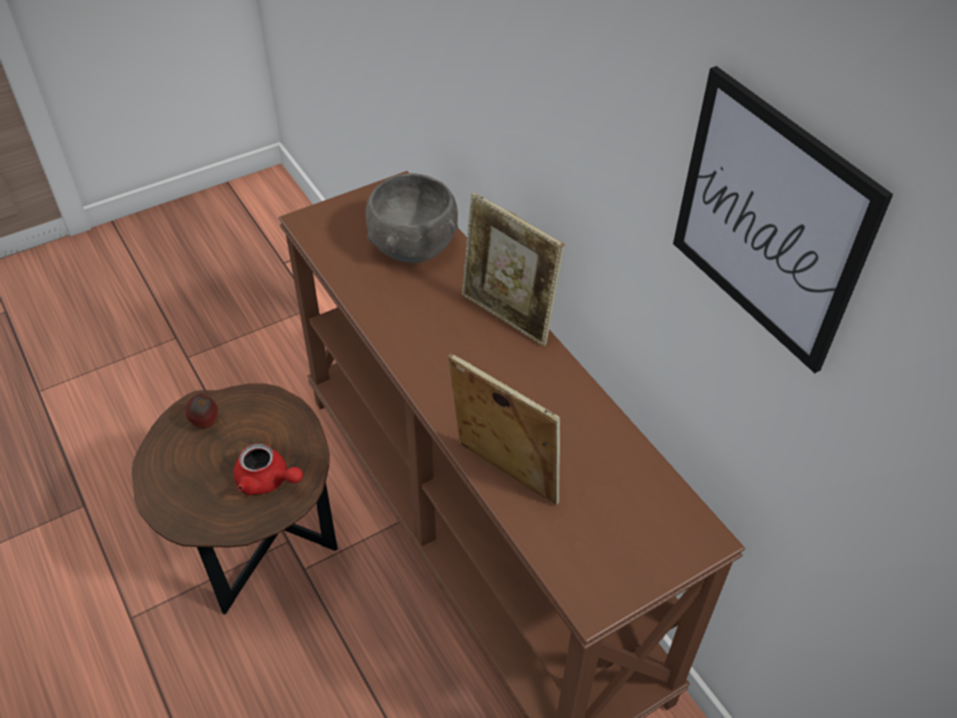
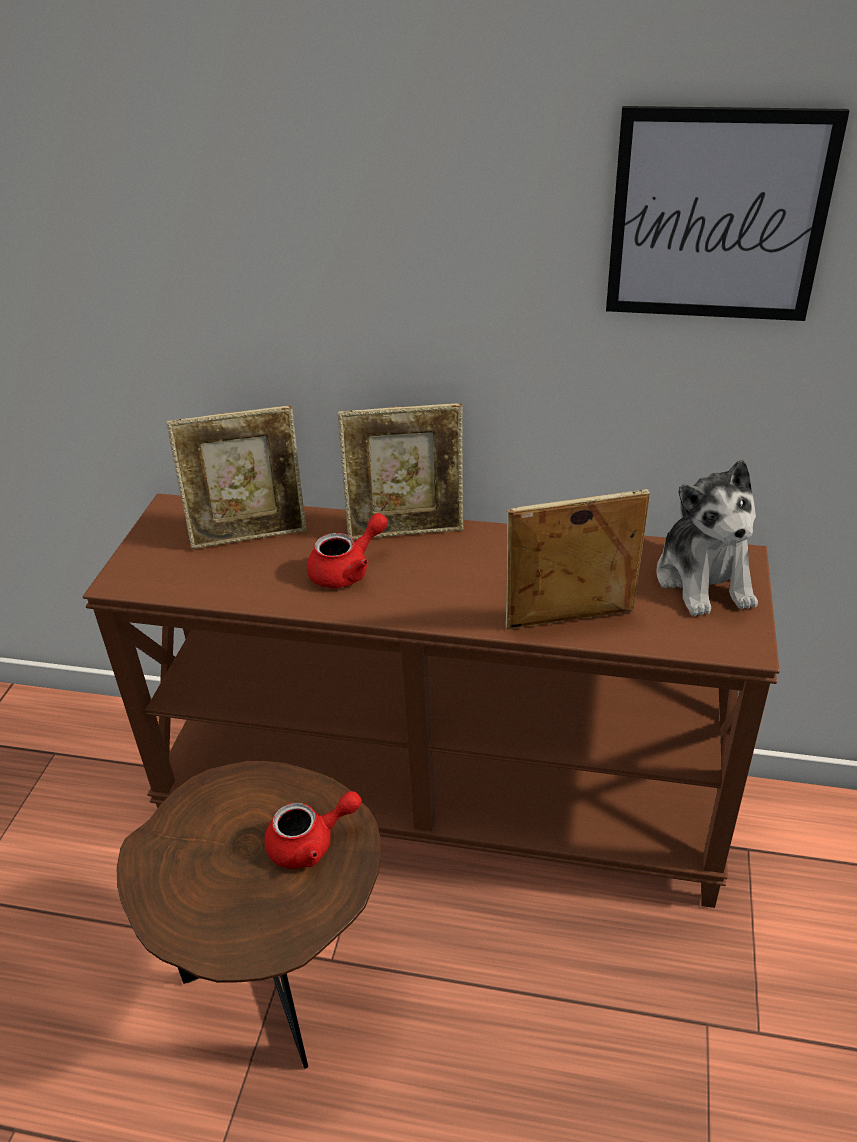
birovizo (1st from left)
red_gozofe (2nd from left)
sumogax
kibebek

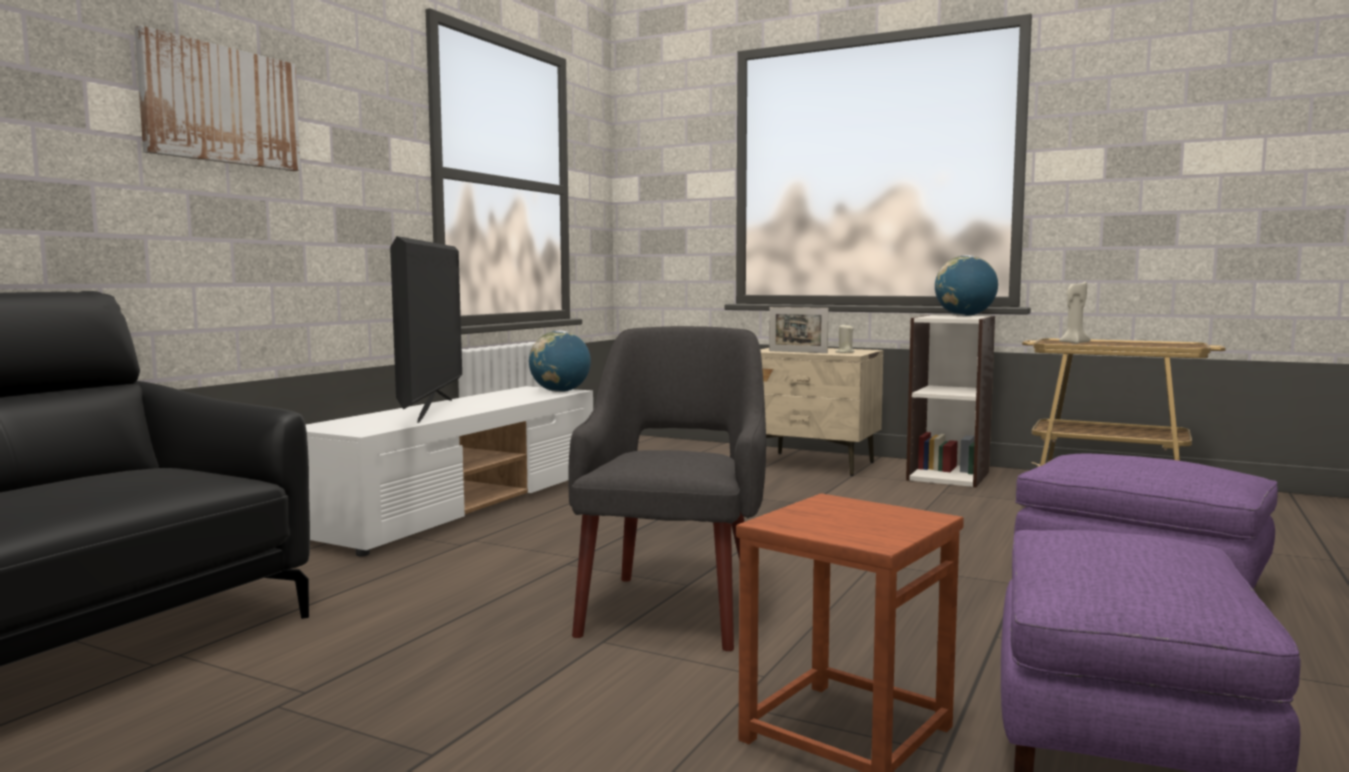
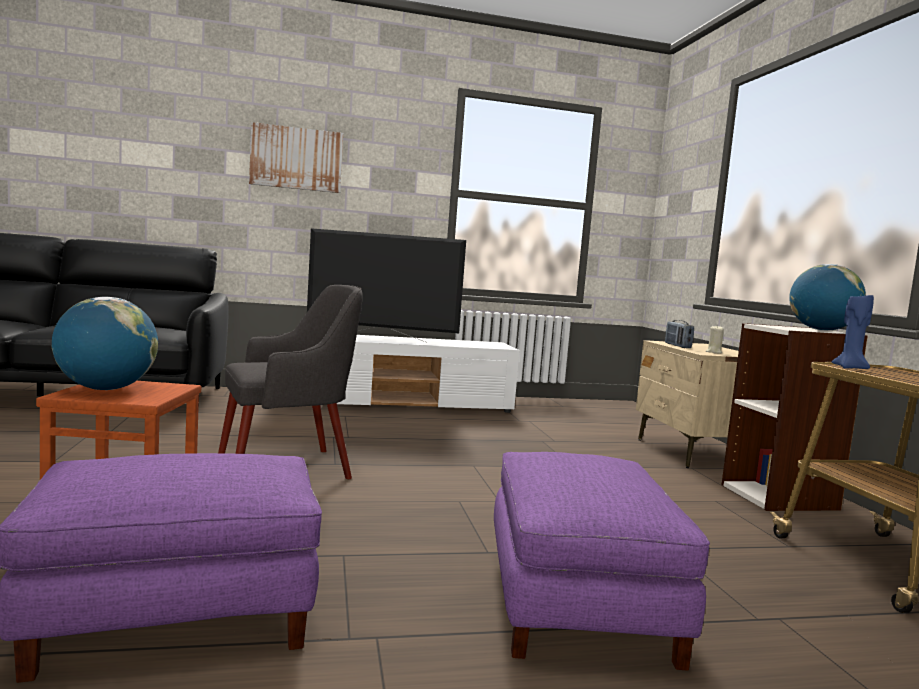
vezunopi (1st from left)
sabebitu
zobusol
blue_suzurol

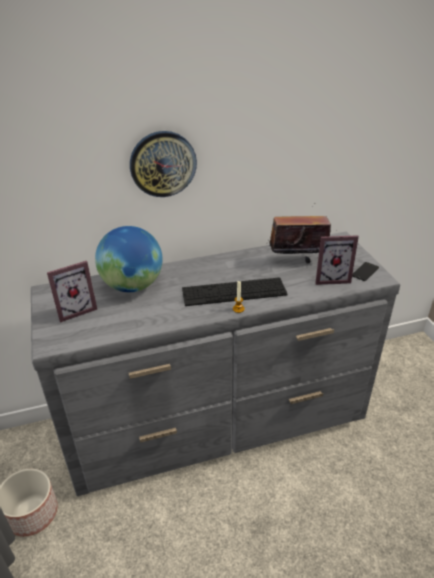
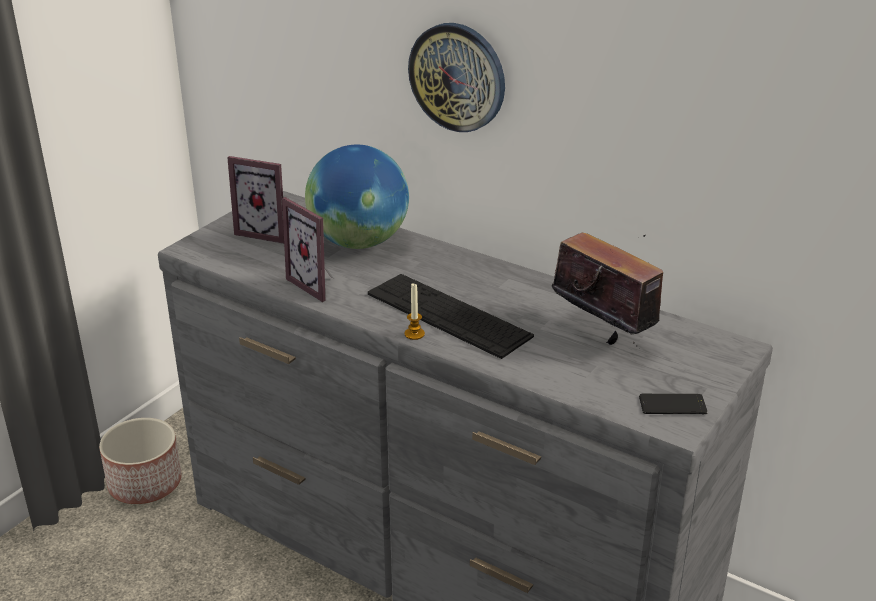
birovizo (2nd from left)

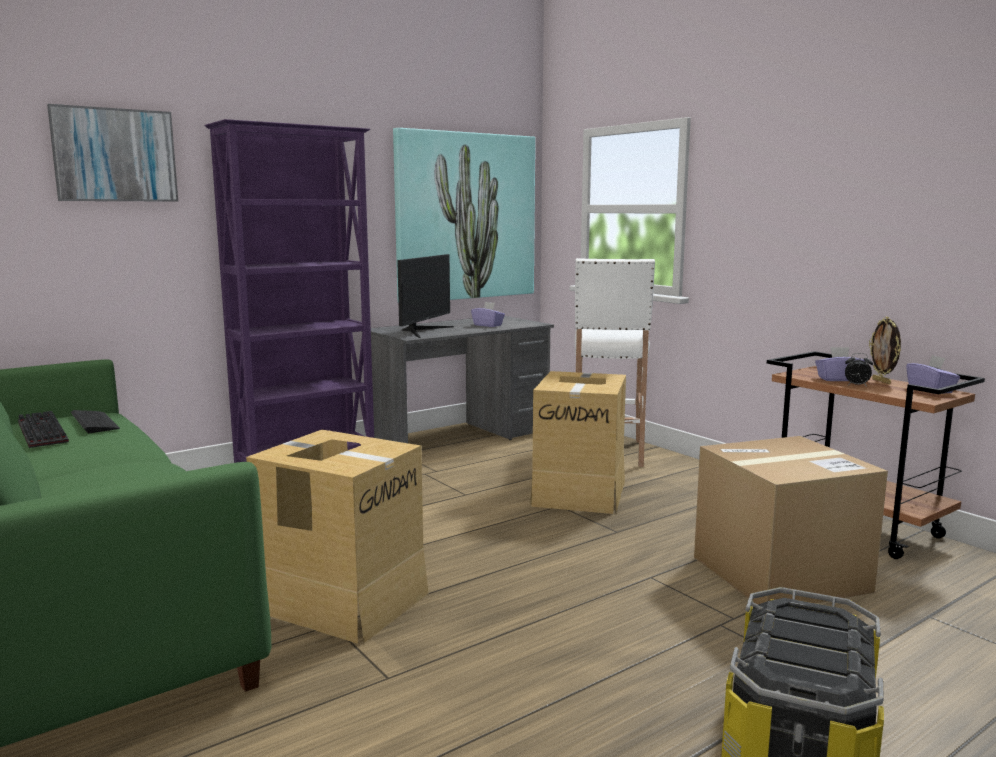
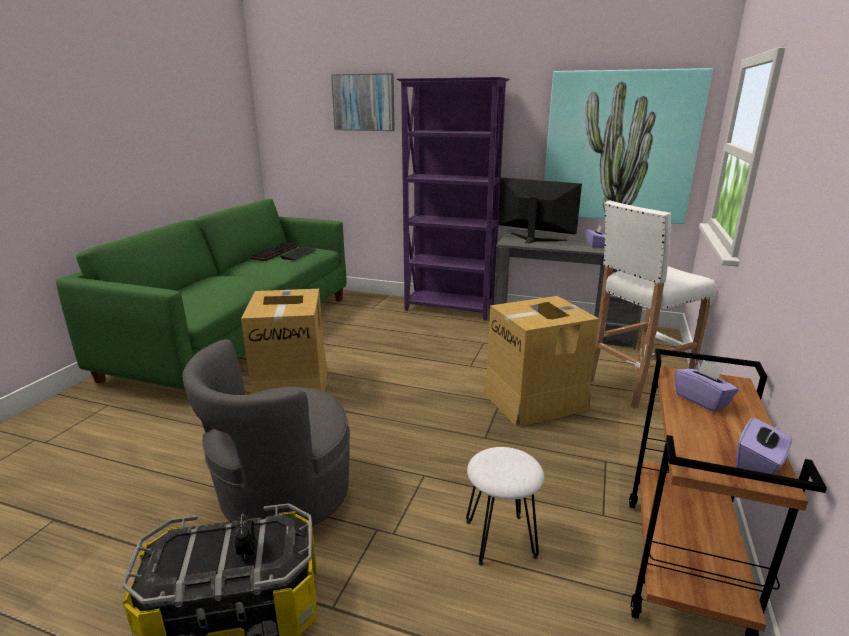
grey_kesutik
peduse
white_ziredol (1st from left)
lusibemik
birovizo

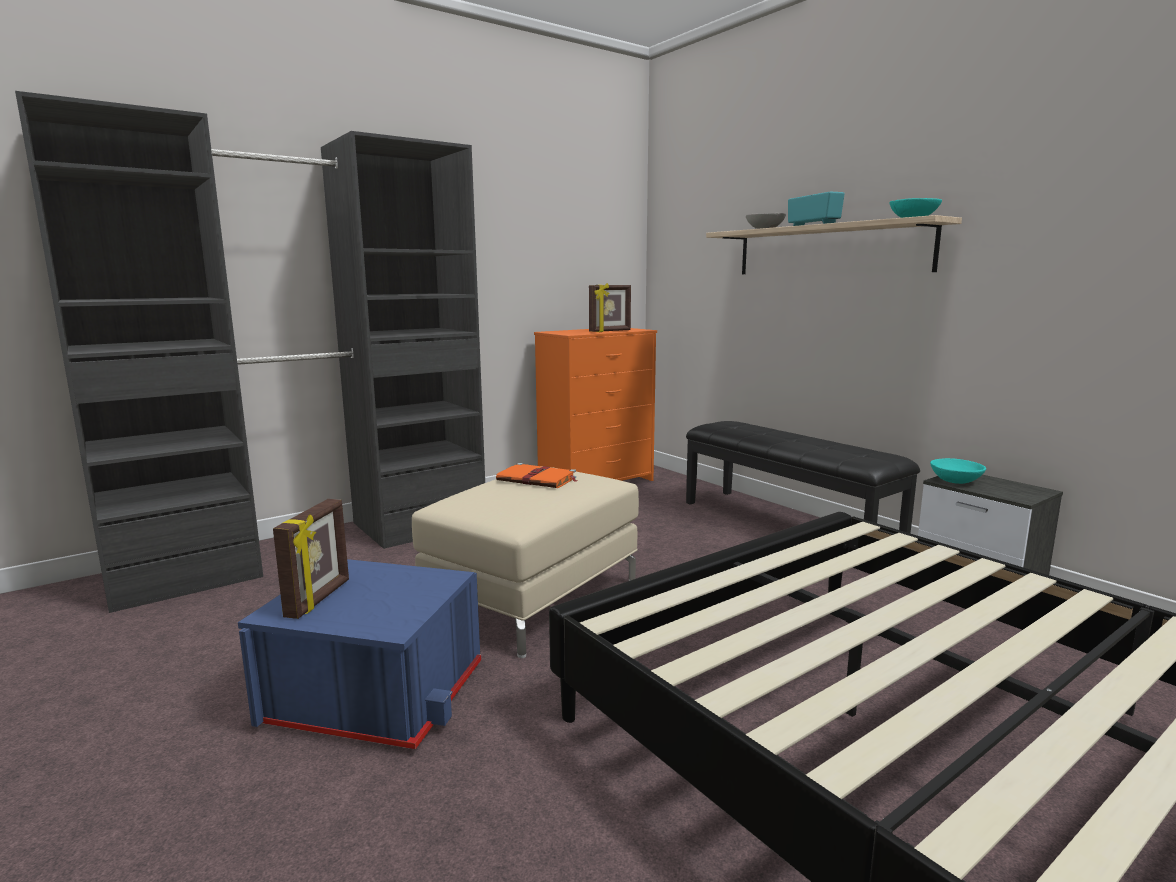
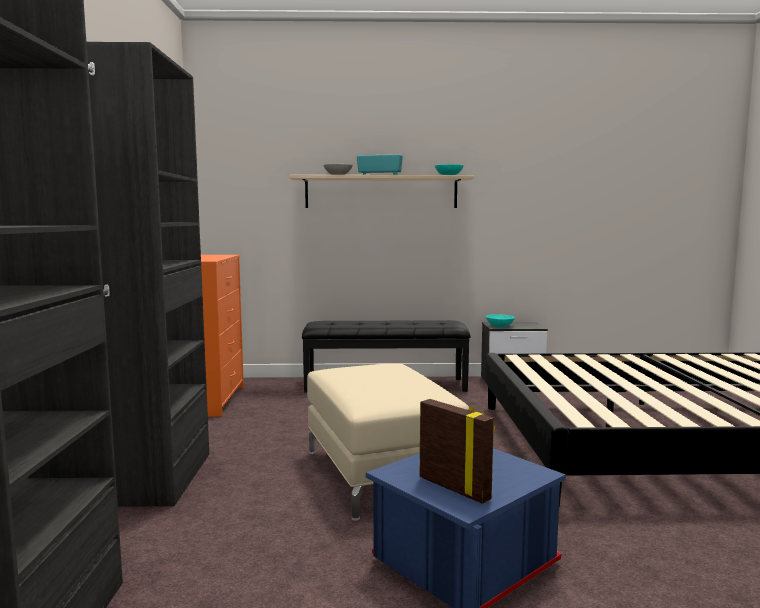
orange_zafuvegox
birovizo (2nd from left in the first image)

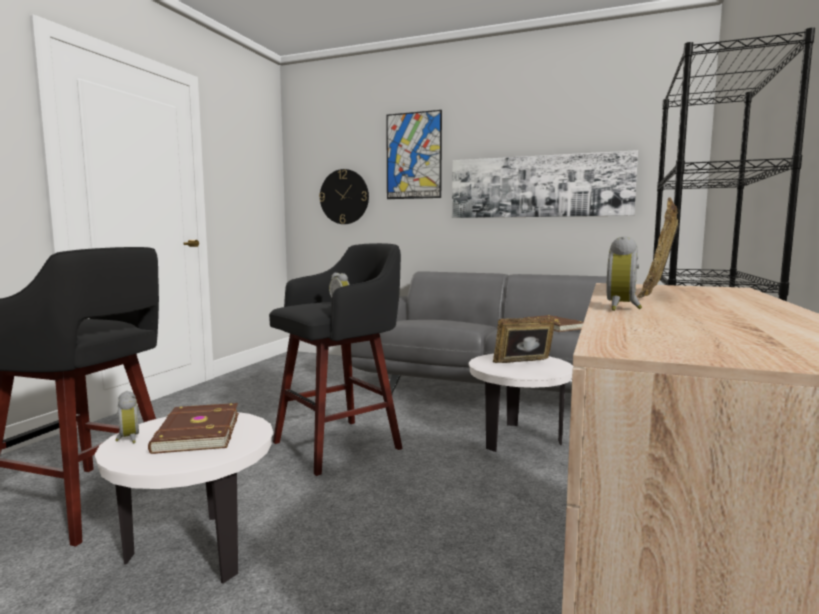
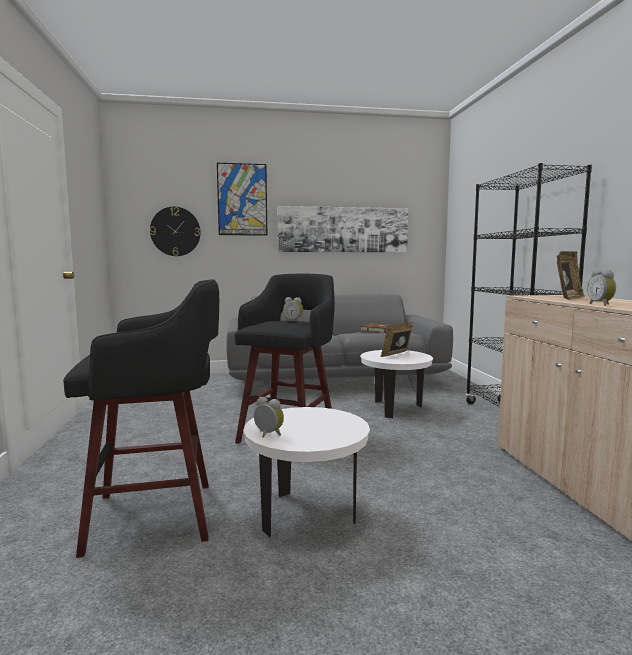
birovizo (2nd from left)
brown_zafuvegox (1st from left in the first image)

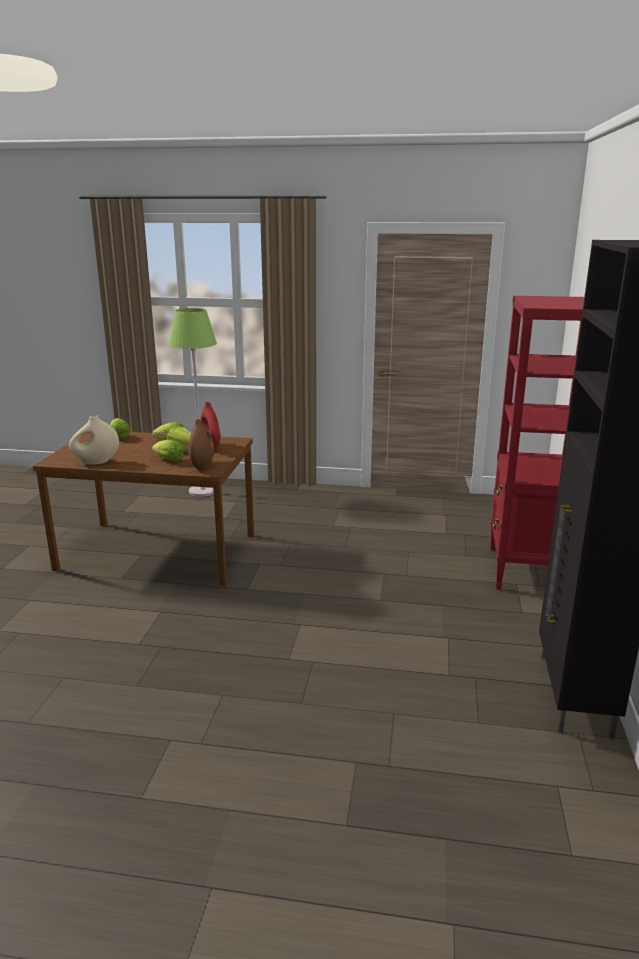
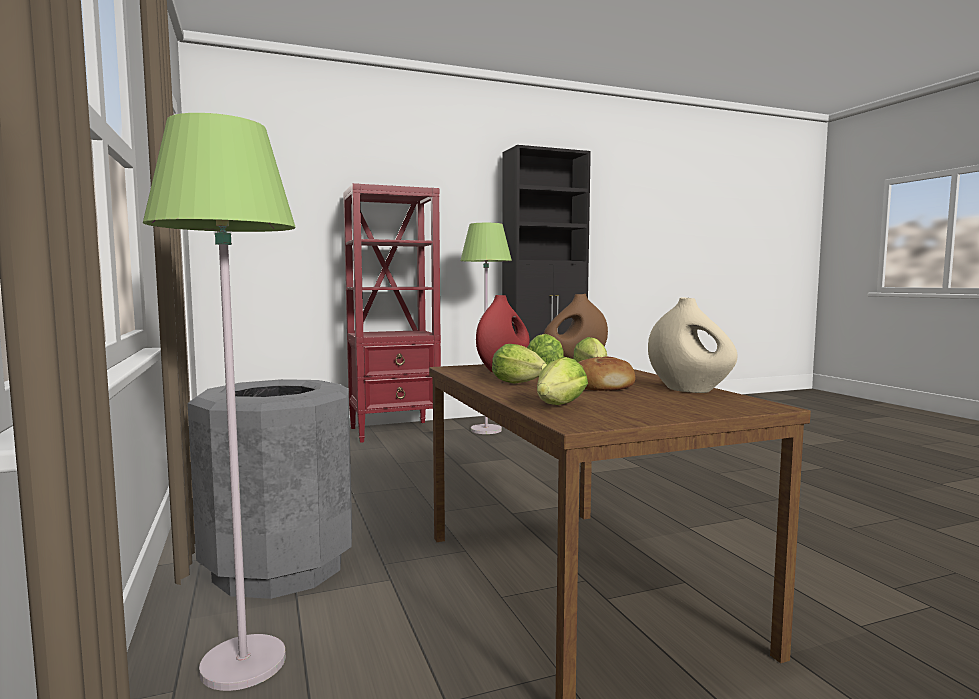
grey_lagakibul
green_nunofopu (2nd from left)
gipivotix

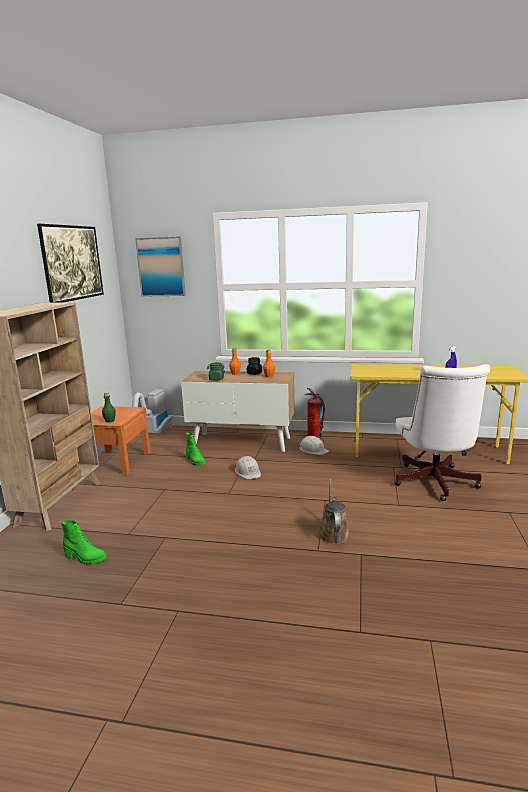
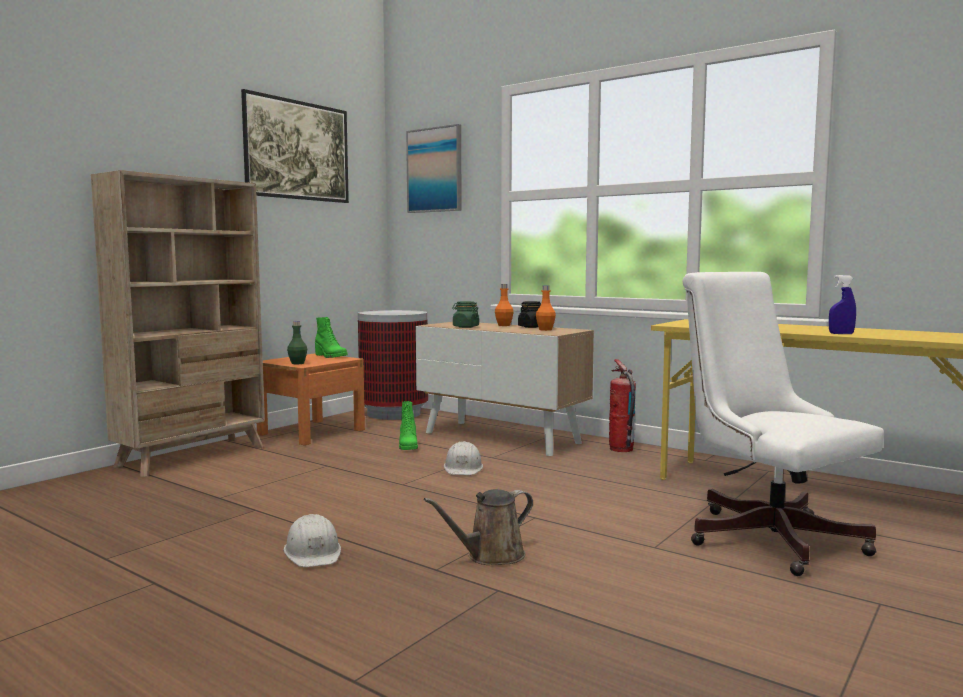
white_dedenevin (1st from left)
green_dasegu (1st from left)
lagakibul
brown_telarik
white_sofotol

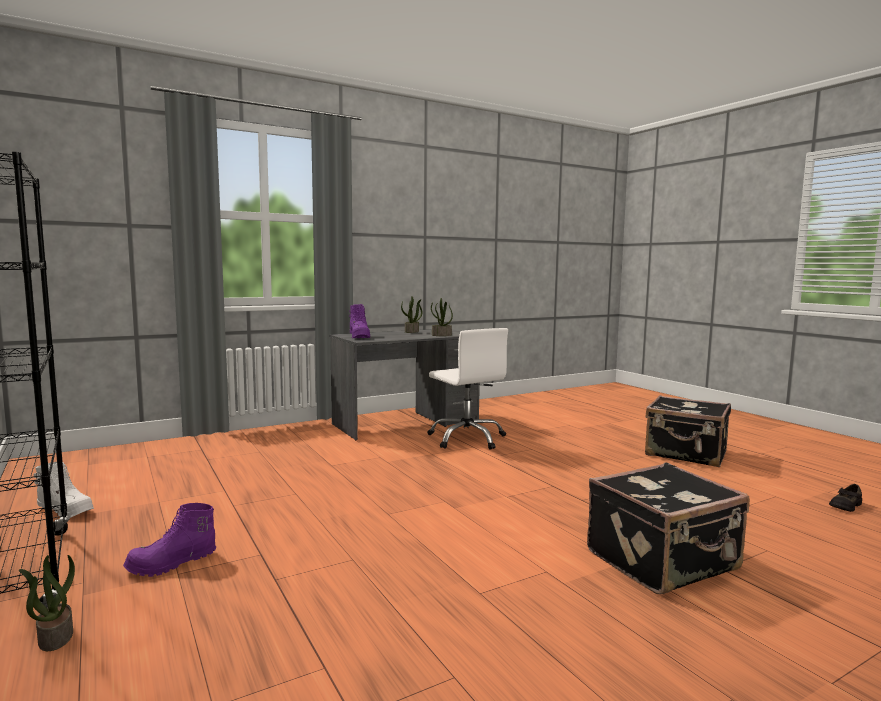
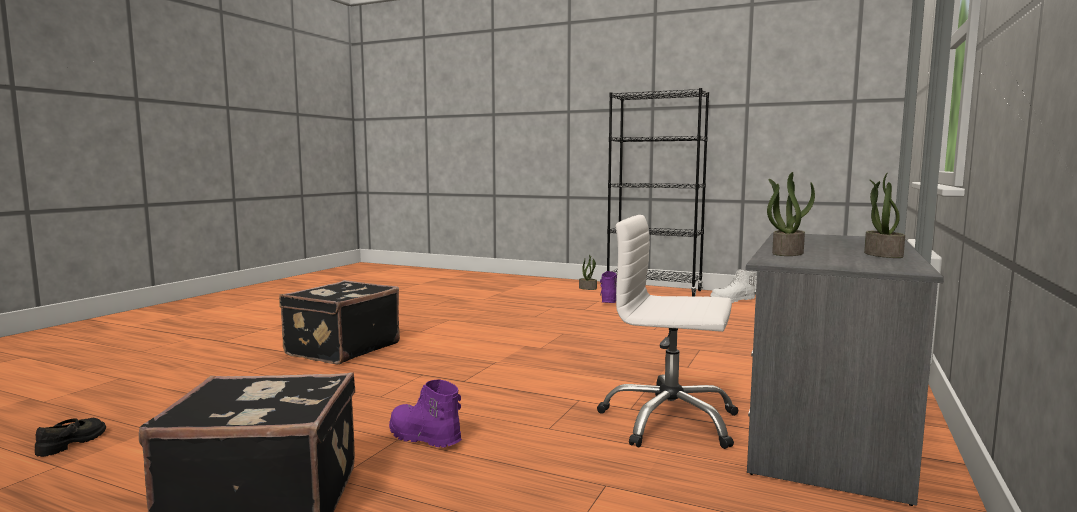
purple_dasegu (1st from left)

